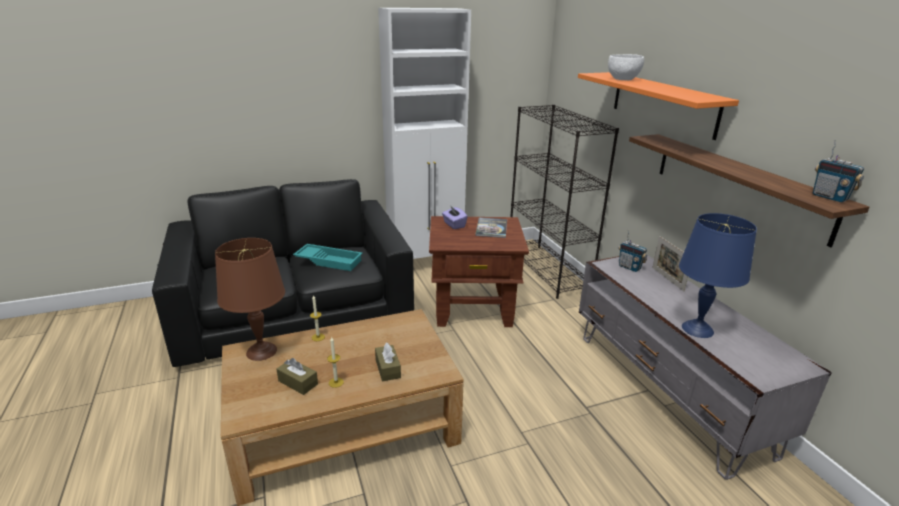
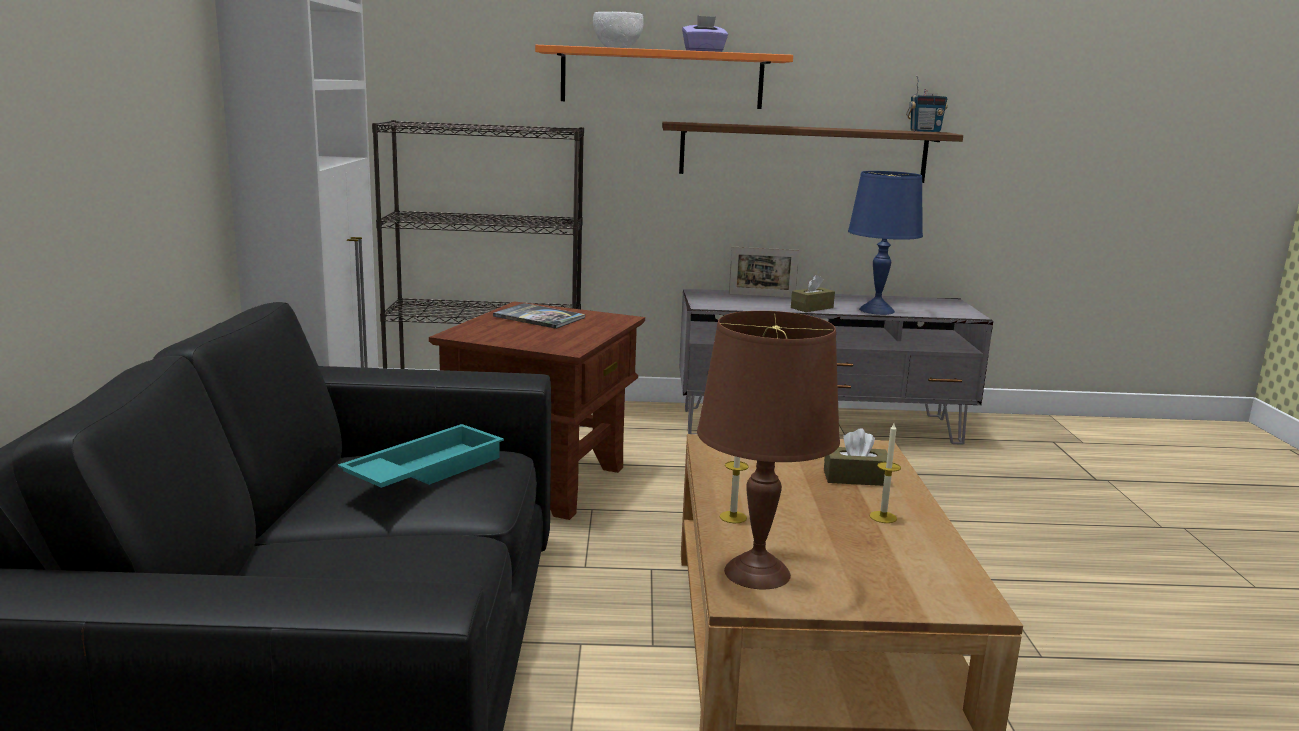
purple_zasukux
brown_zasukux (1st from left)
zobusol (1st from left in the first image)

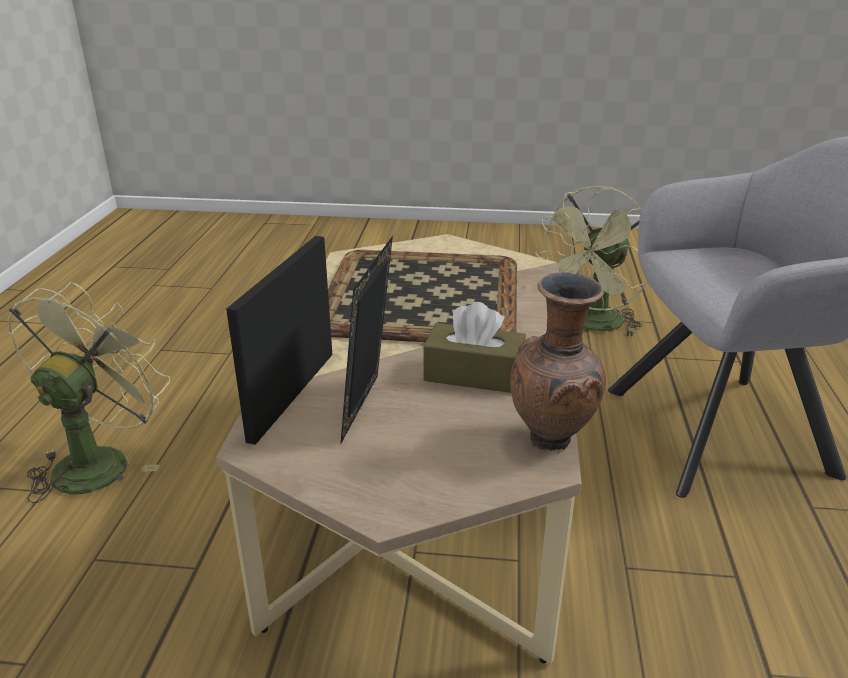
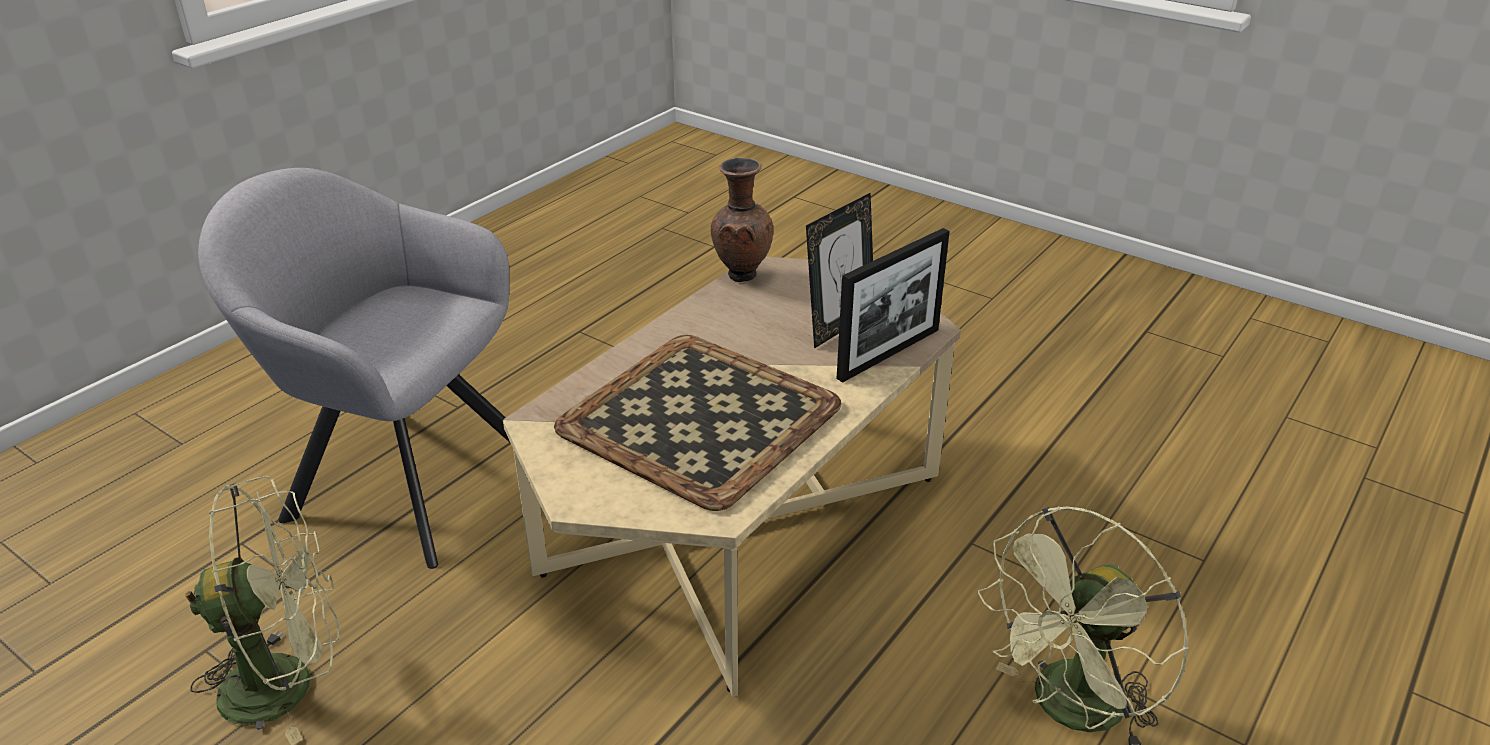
brown_zasukux

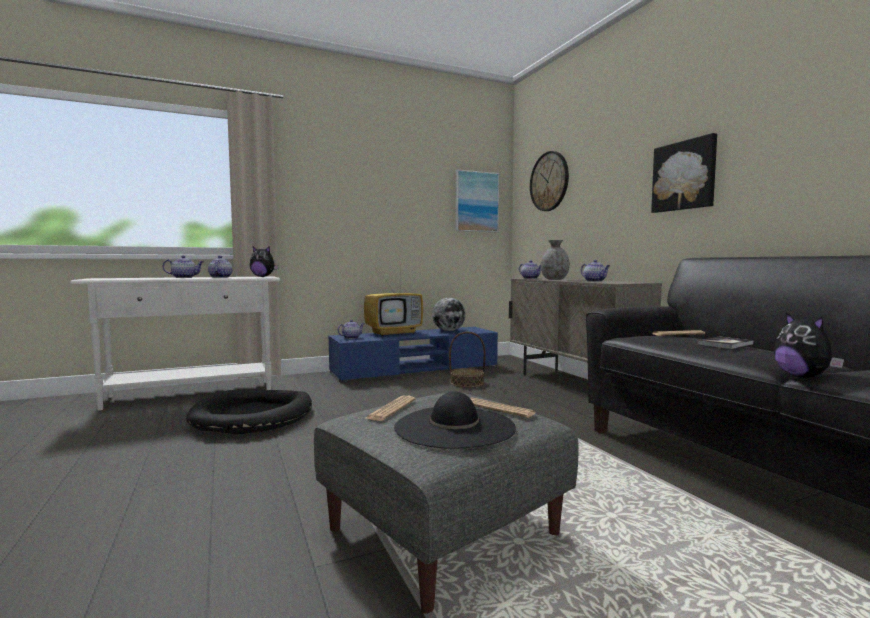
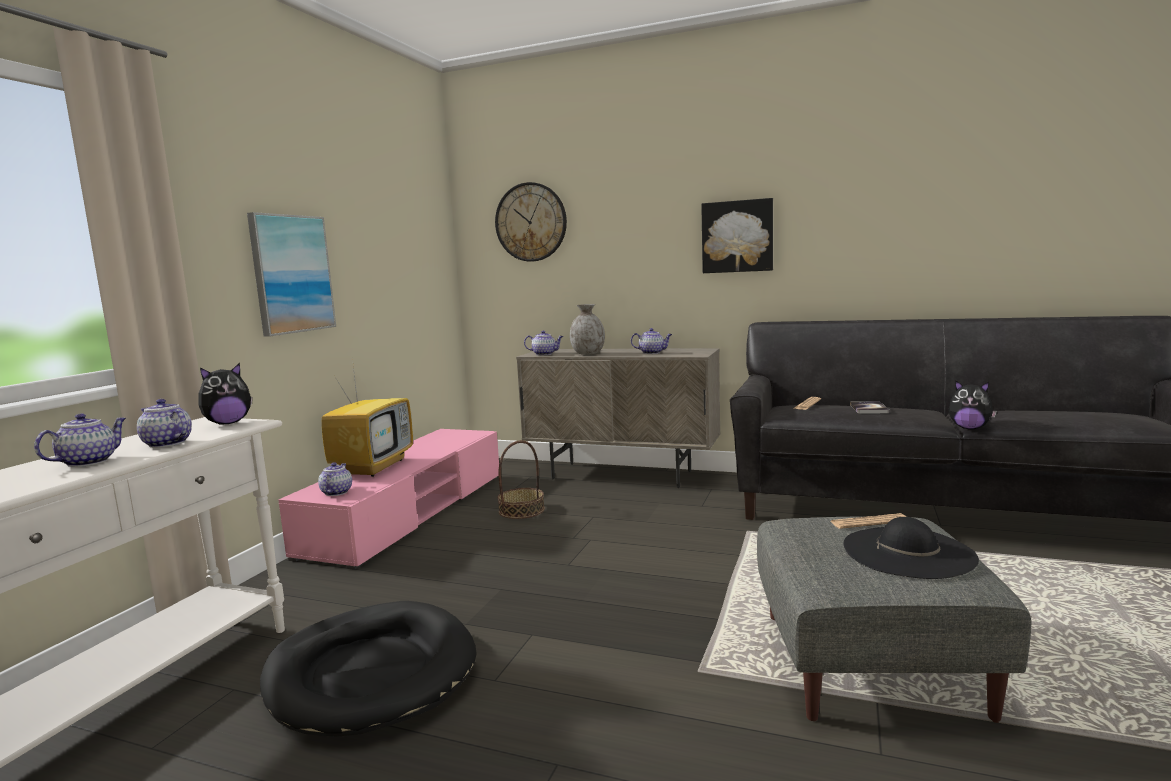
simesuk (1st from left)
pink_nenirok
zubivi (1st from left in the first image)
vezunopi

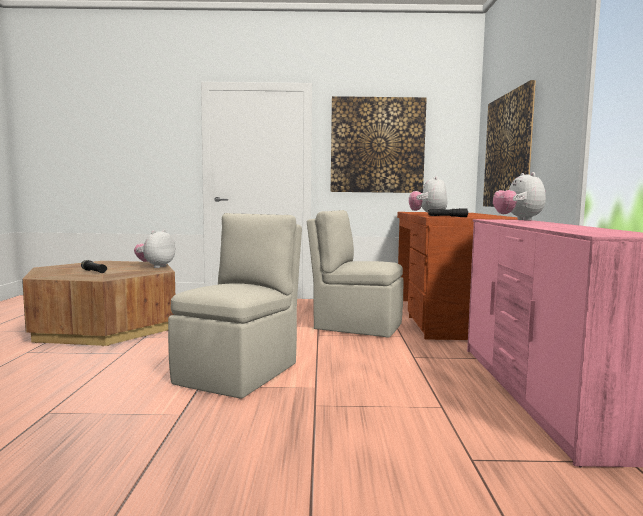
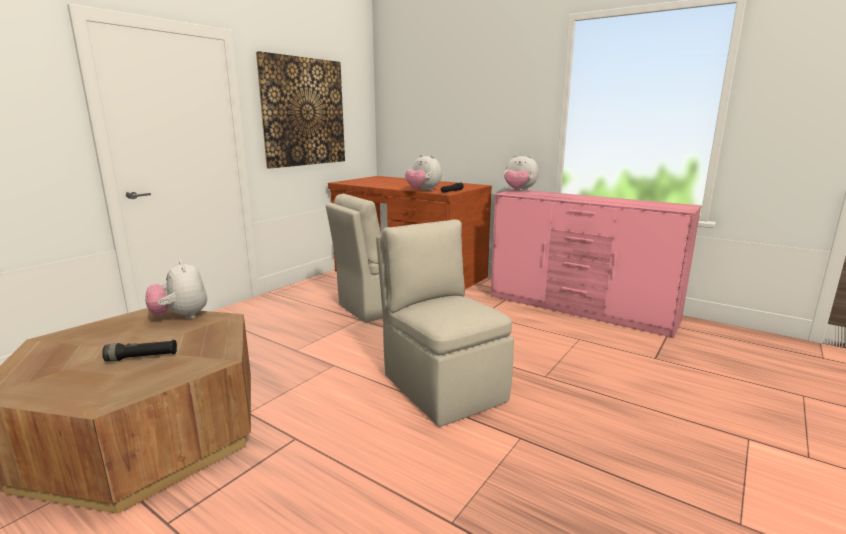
simesuk (2nd from left in the first image)

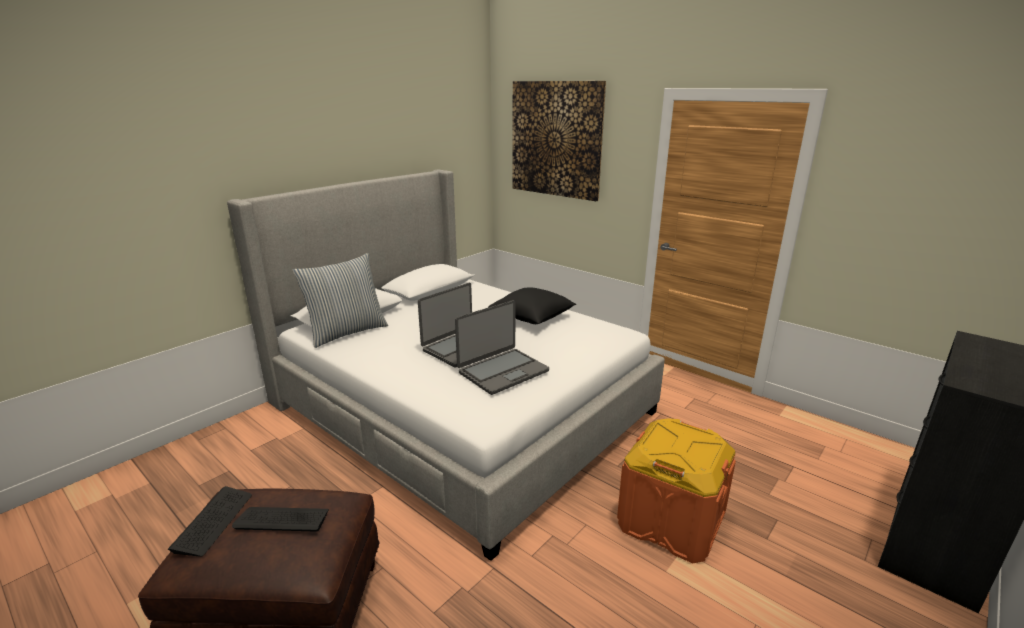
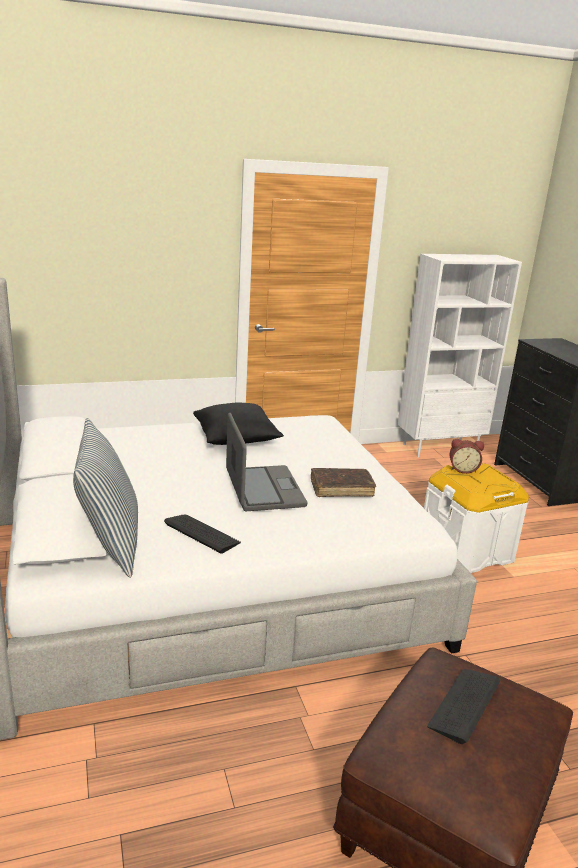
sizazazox (1st from left)
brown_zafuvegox
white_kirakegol
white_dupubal
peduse
simesuk

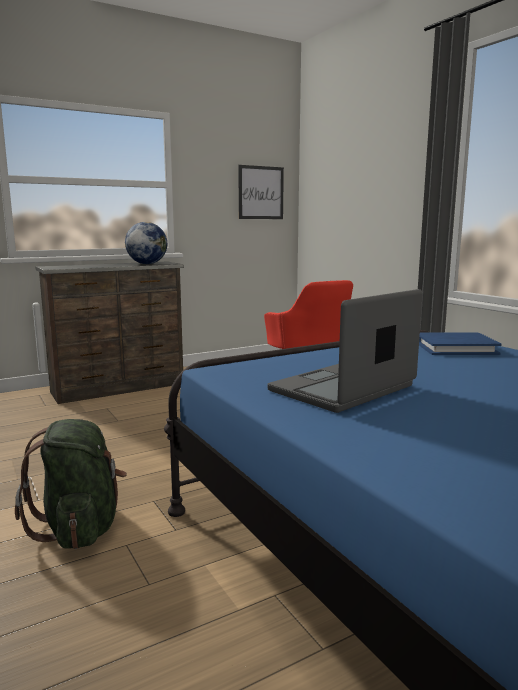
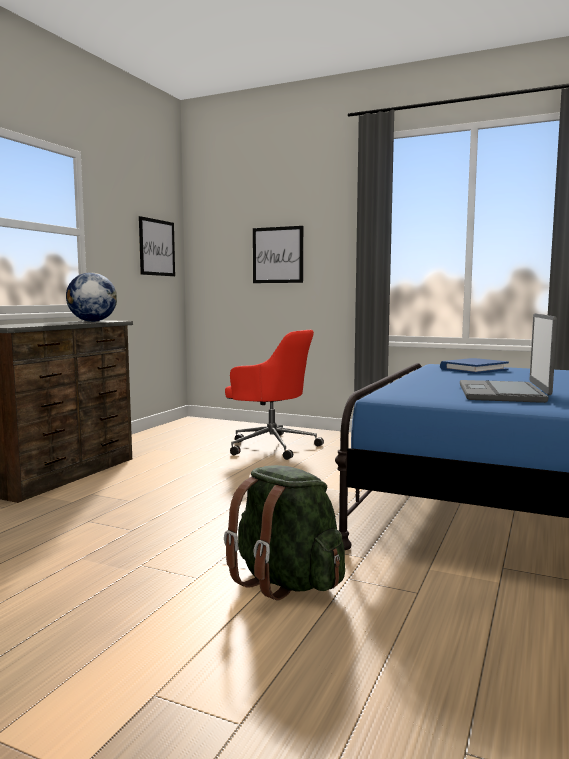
simesuk (2nd from left)

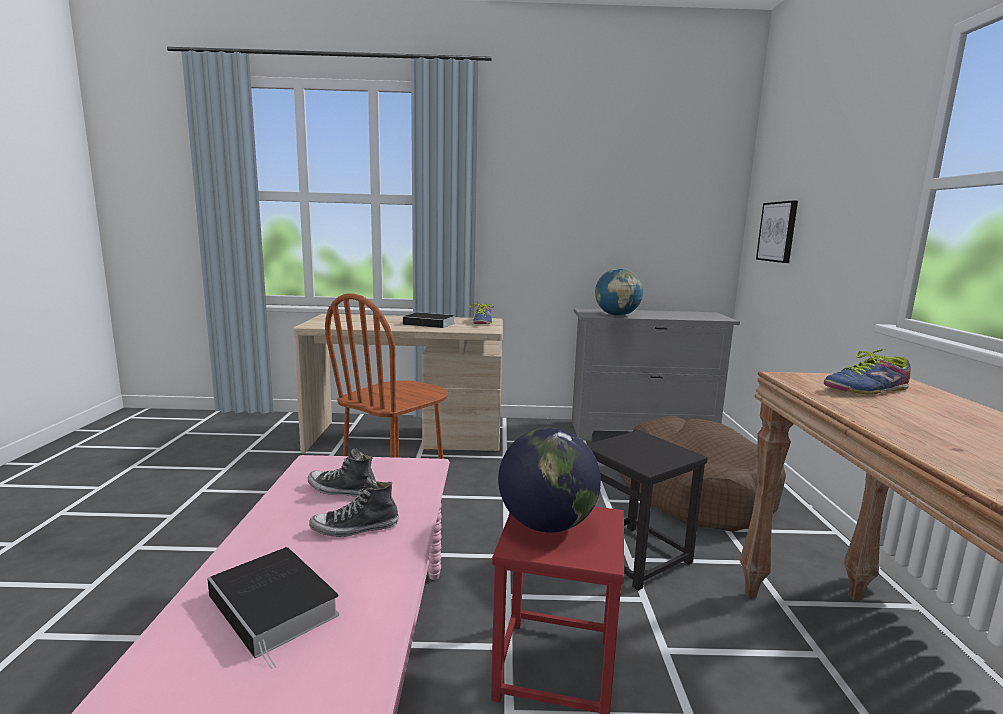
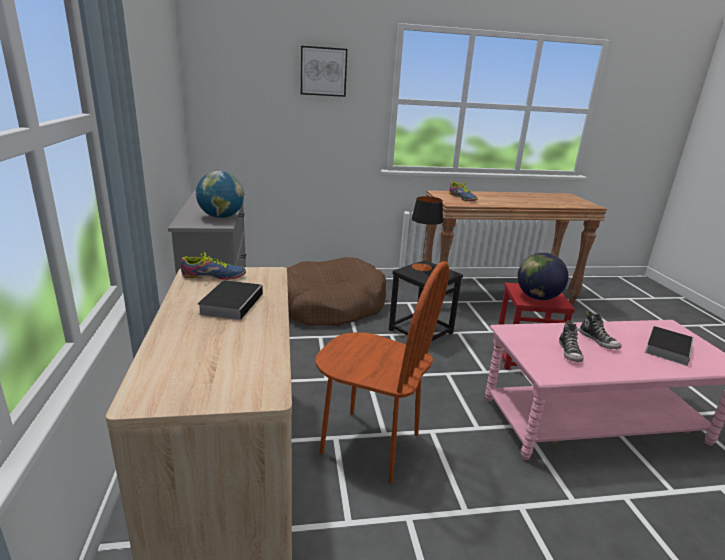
simesuk
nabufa

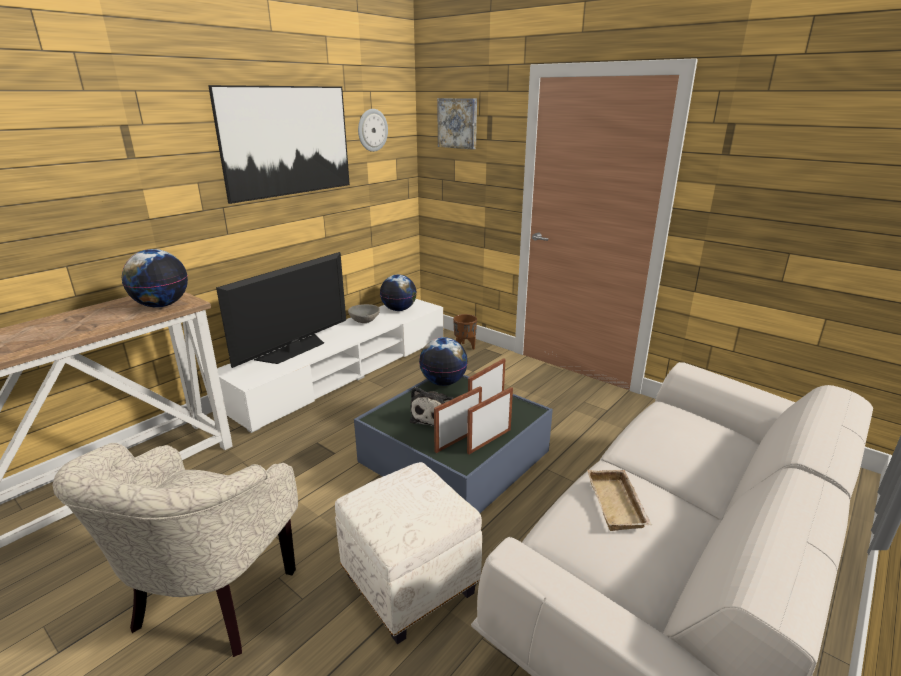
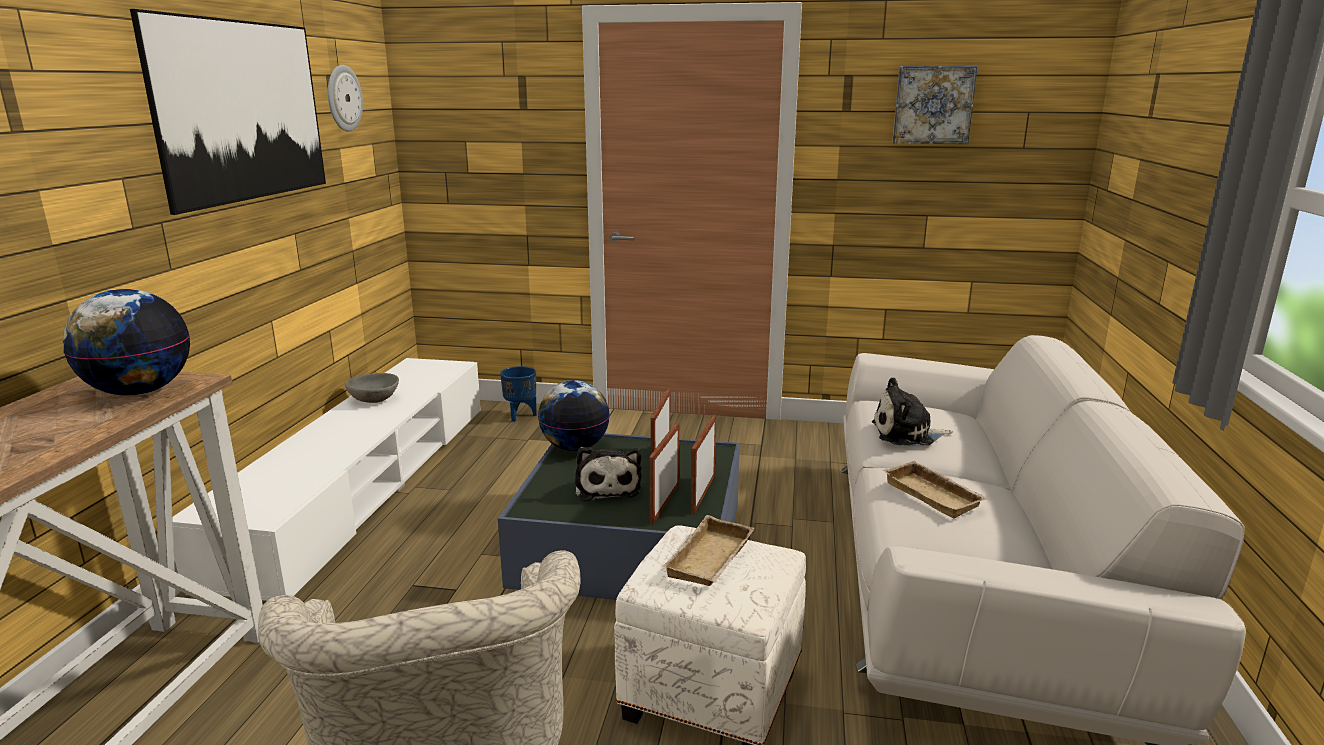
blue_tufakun
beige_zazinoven (1st from left)
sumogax (2nd from left)
simesuk (2nd from left)
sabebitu
vezunopi (2nd from left in the first image)

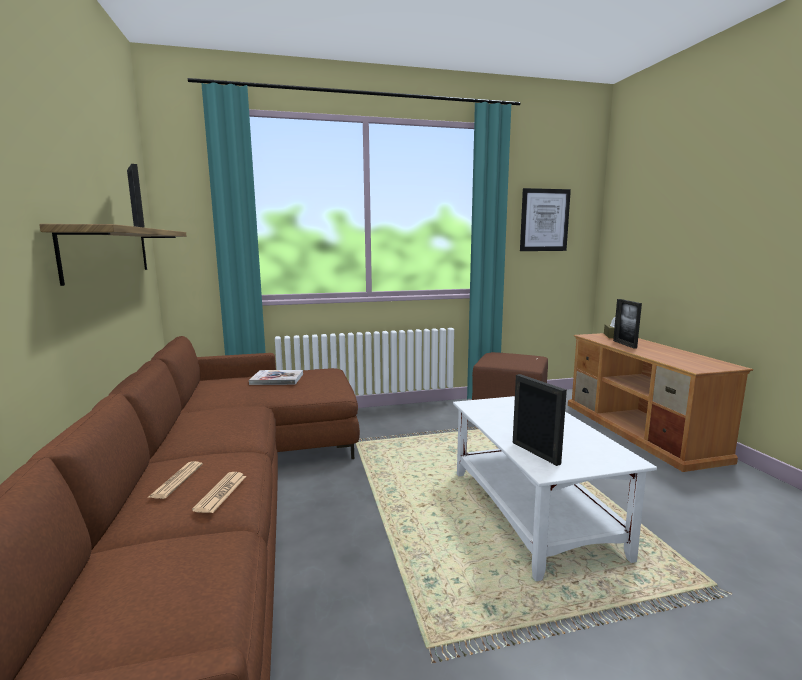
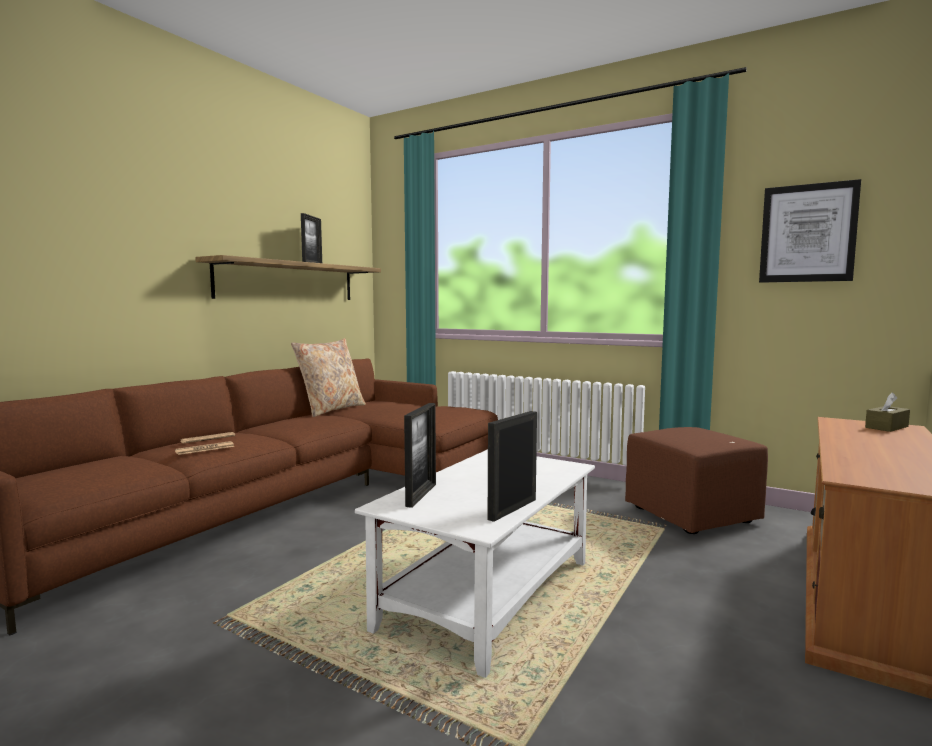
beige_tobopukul
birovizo (3rd from left)
zafuvegox

